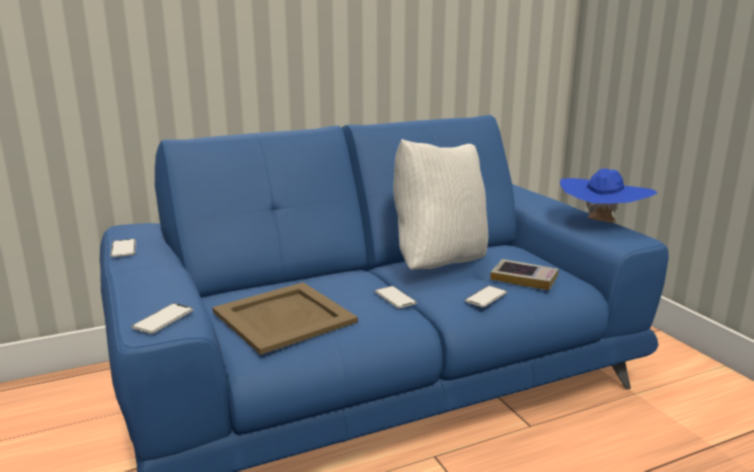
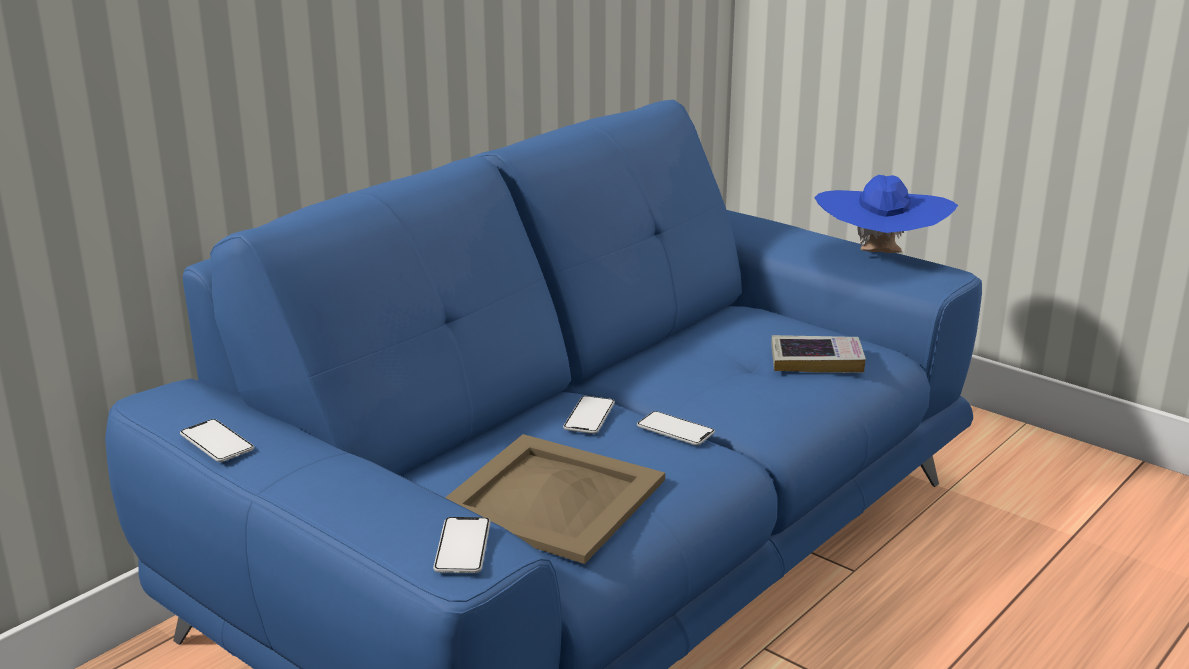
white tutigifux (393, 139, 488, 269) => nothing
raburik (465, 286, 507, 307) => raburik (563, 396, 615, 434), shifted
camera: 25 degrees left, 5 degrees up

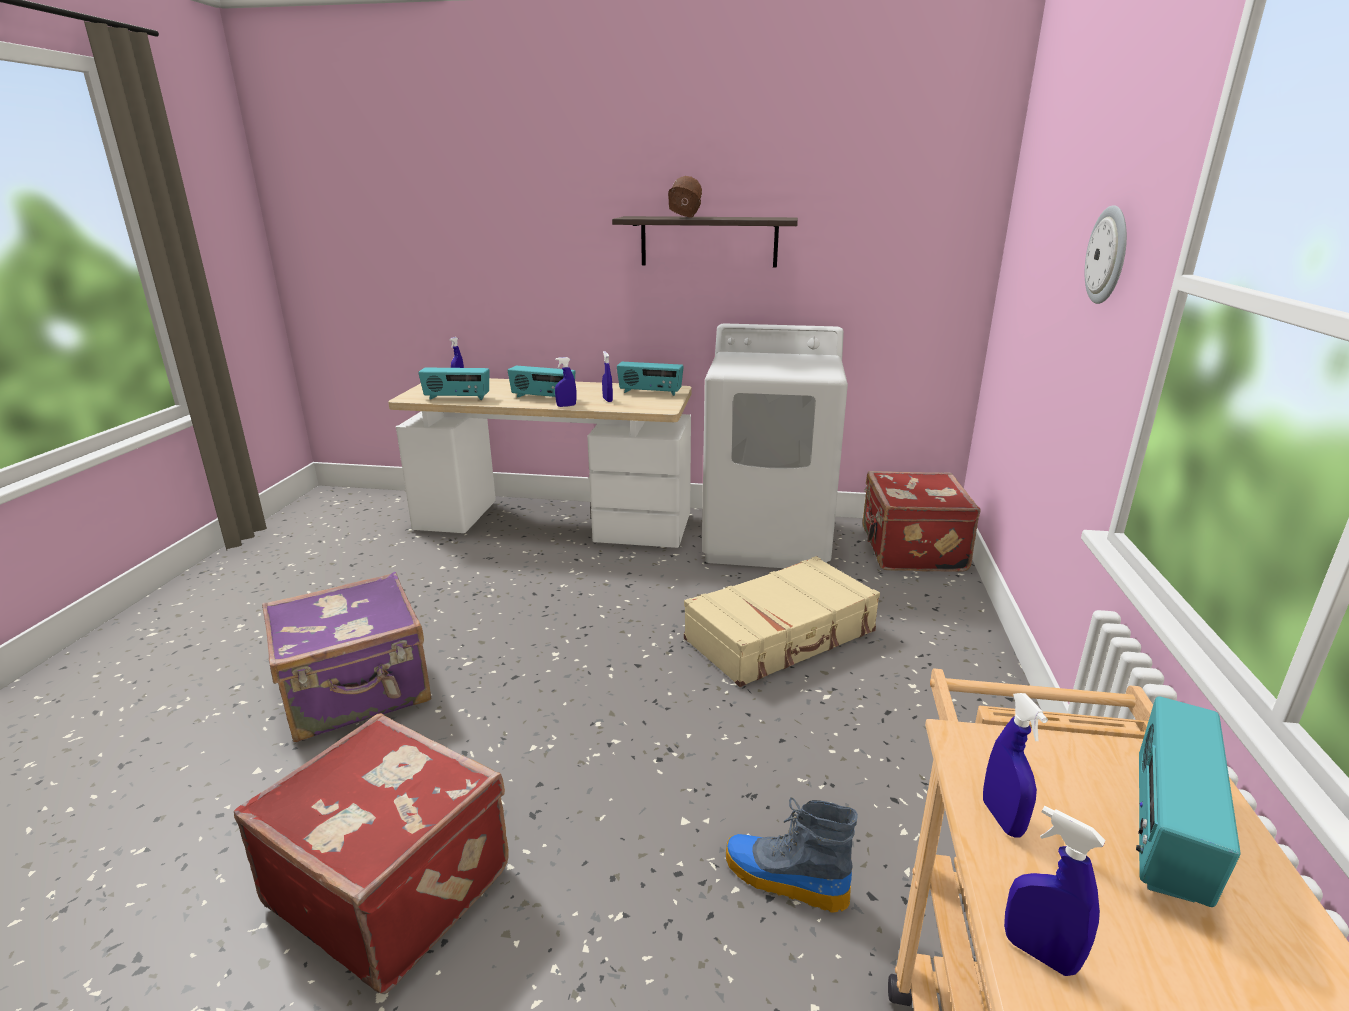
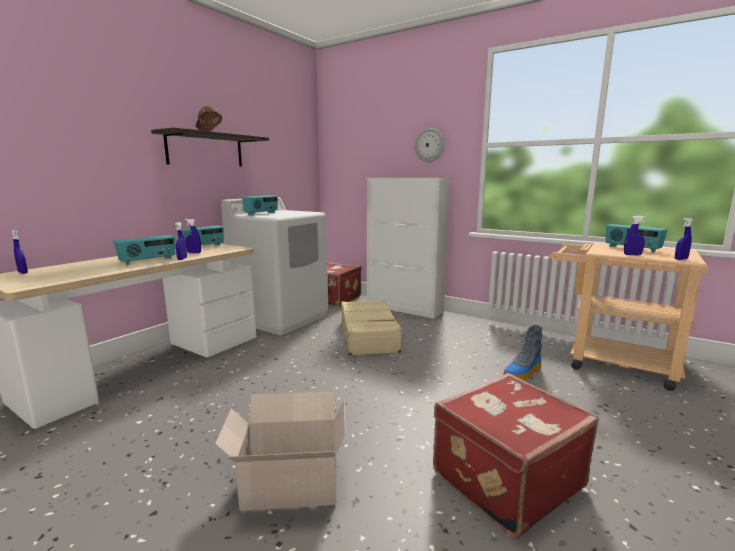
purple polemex (262, 572, 431, 742) => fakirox (215, 391, 346, 511)
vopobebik (418, 368, 489, 400) => vopobebik (242, 195, 278, 216), shifted
nothing => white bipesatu (367, 178, 450, 319)
camera: 65 degrees left, 10 degrees down

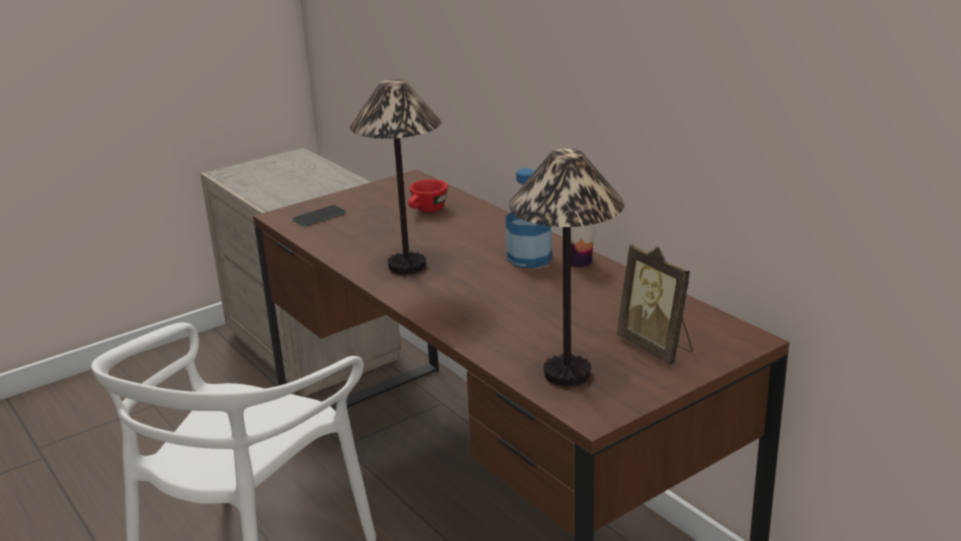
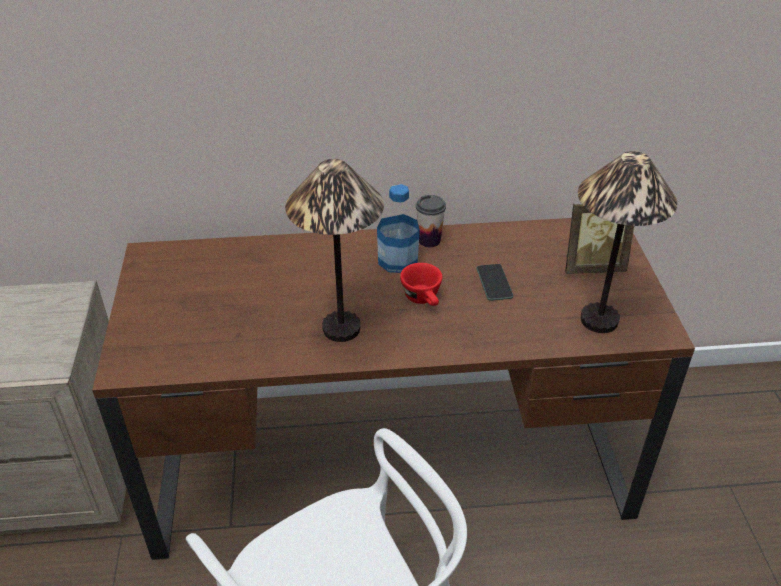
raburik (293, 205, 346, 226) => raburik (476, 264, 513, 301), shifted
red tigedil (408, 179, 448, 212) => red tigedil (400, 263, 443, 306), shifted
camera: 60 degrees left, 15 degrees up

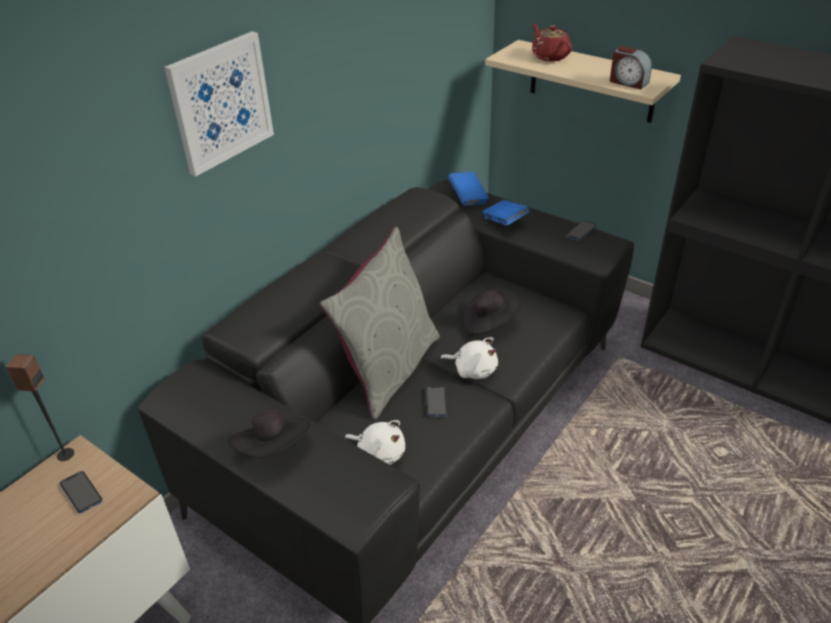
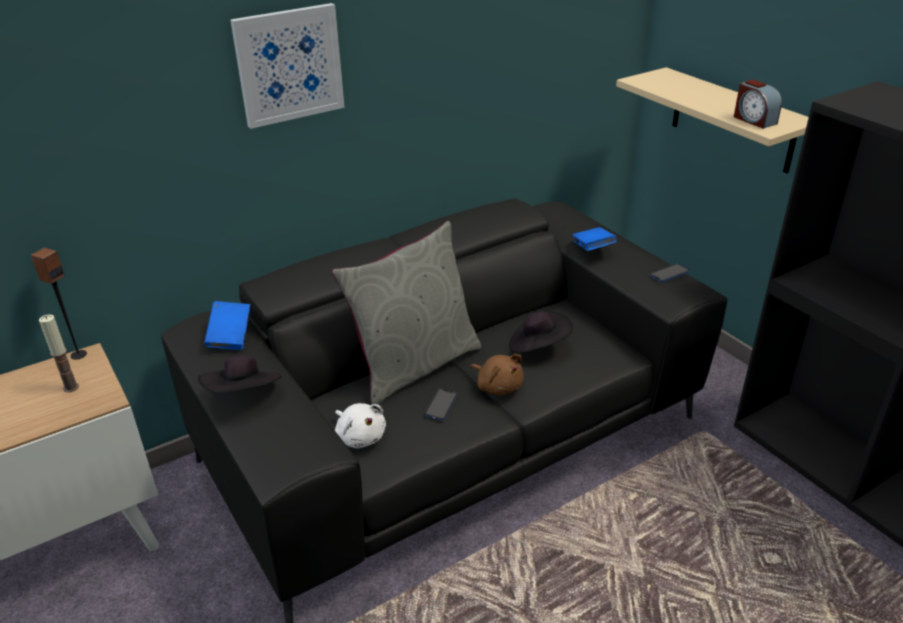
raburik (60, 471, 103, 513) => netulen (39, 314, 79, 392)
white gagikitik (440, 337, 498, 379) => brown gagikitik (470, 354, 524, 396)
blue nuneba (448, 172, 489, 205) => blue nuneba (204, 301, 250, 350), shifted
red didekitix (532, 23, 572, 61) => nothing
camera: 20 degrees right, 5 degrees down

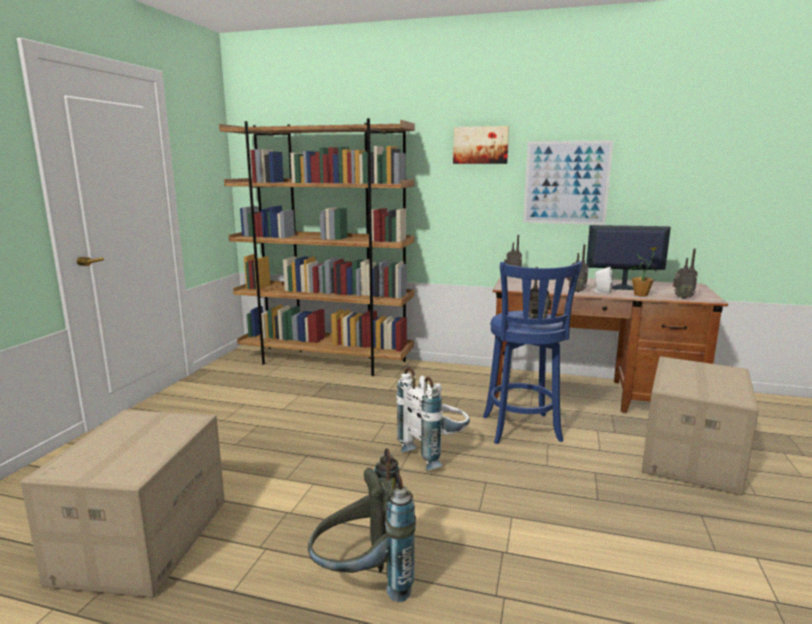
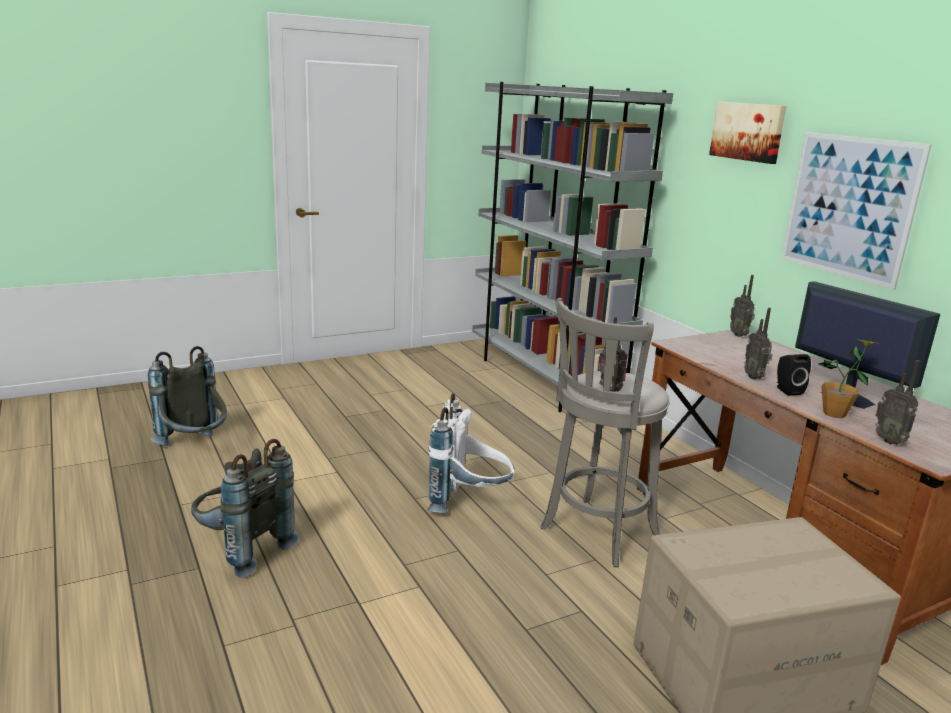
fakirox (20, 410, 225, 598) => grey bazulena (148, 346, 227, 446)
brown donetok (219, 118, 415, 376) => grey donetok (472, 82, 673, 412)
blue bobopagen (483, 261, 582, 444) => grey bobopagen (540, 298, 669, 567)
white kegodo (592, 267, 613, 294) => black kegodo (777, 354, 811, 396)
camera: 45 degrees right, 5 degrees up

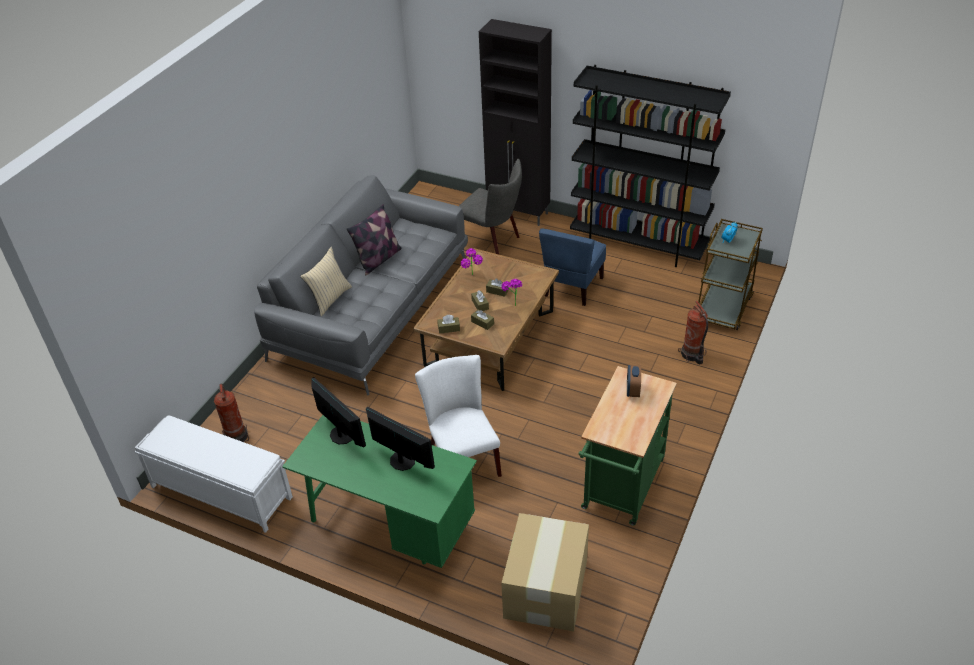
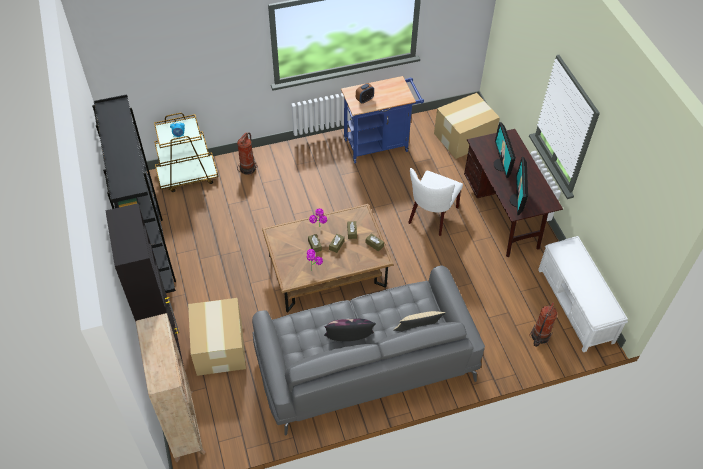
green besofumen (282, 415, 477, 568) => brown besofumen (464, 129, 563, 257)
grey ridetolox (459, 159, 522, 254) => fakirox (188, 298, 246, 376)
blue ridetolox (539, 228, 606, 306) => nothing
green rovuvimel (579, 366, 677, 526) => blue rovuvimel (341, 76, 424, 163)
nothing => beige donetok (136, 313, 206, 462)
camera: 135 degrees left, 10 degrees up

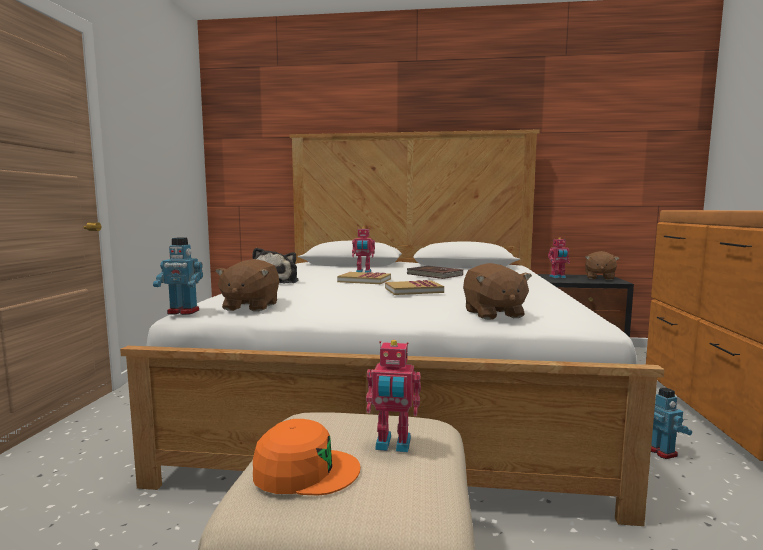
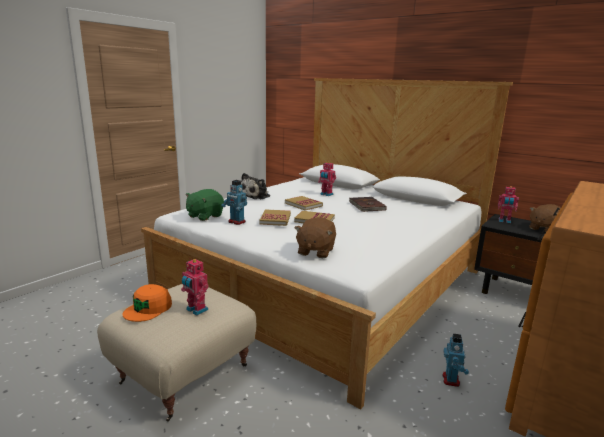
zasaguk (153, 237, 203, 315) => zasaguk (221, 180, 247, 225), shifted
brown gagikitik (215, 259, 279, 312) => green gagikitik (186, 189, 224, 221)
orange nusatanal (253, 419, 360, 495) => orange nusatanal (122, 284, 172, 322), 90 degrees clockwise
nothing => nuneba (260, 209, 291, 226)
camera: 30 degrees right, 10 degrees up

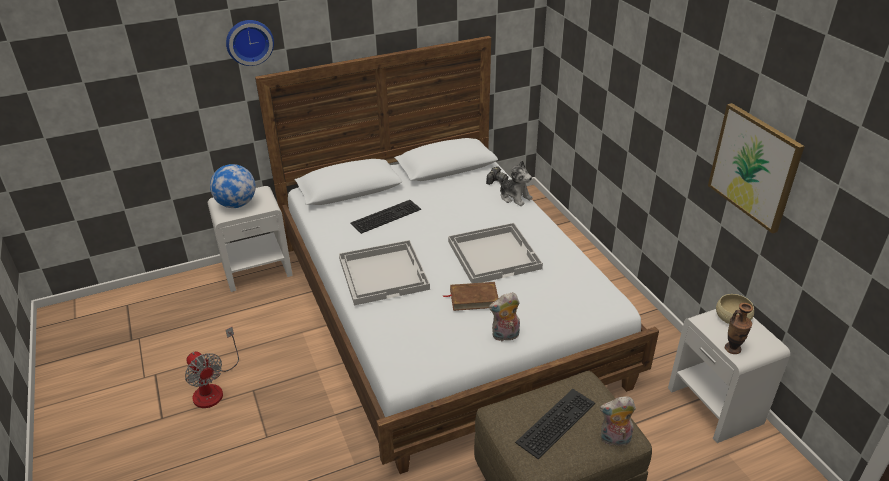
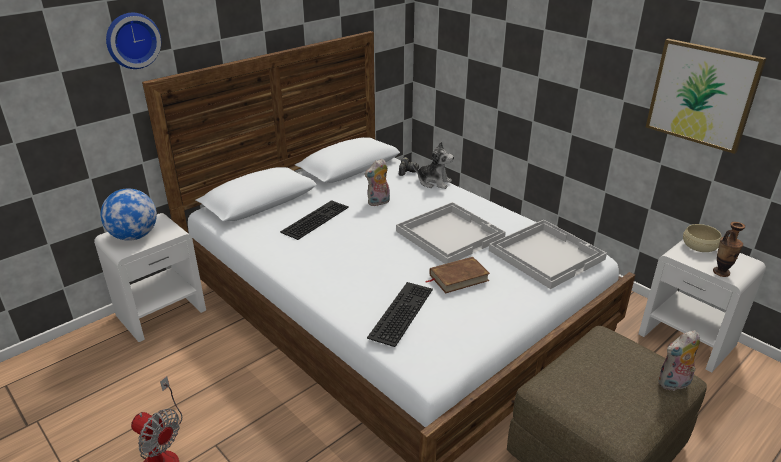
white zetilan (339, 240, 430, 305) => white zetilan (489, 220, 607, 289), shifted
gagikitik (489, 292, 520, 342) => gagikitik (364, 159, 390, 206), shifted
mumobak (515, 389, 595, 459) => mumobak (367, 282, 433, 347), shifted
camera: 20 degrees left, 5 degrees down

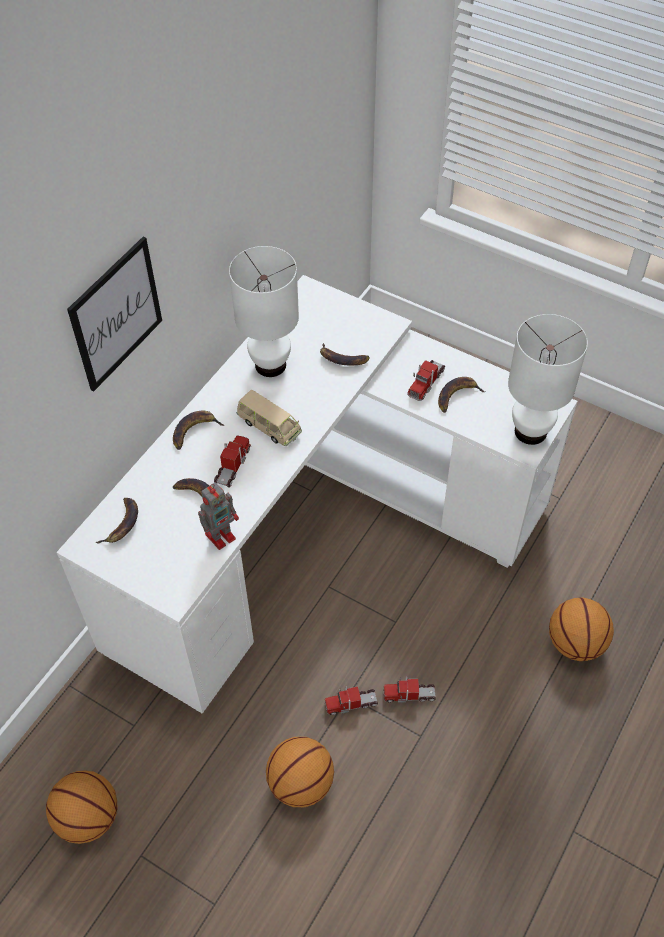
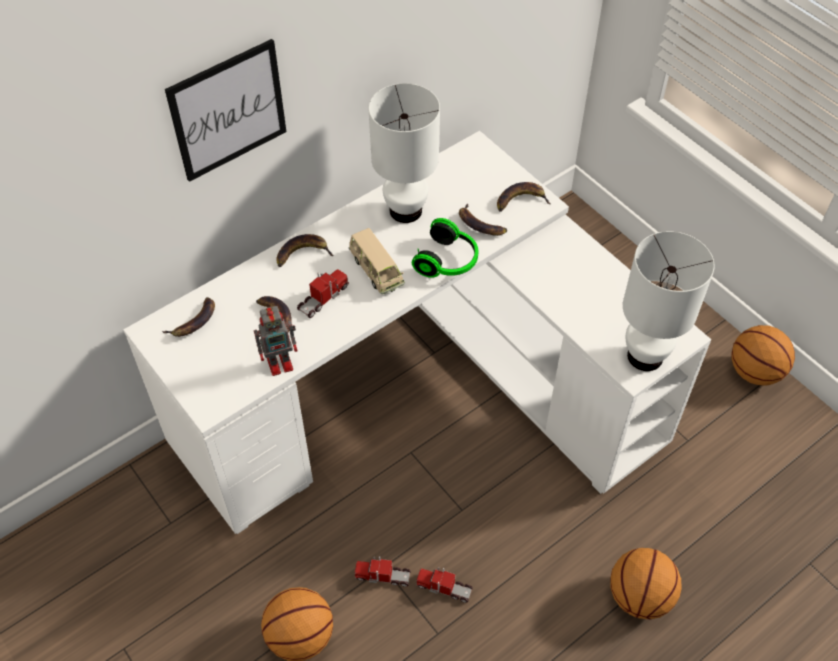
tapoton (46, 771, 118, 844) => tapoton (731, 325, 795, 386), shifted
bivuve (407, 360, 445, 401) => nothing
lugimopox (438, 377, 485, 413) => lugimopox (497, 182, 551, 212), shifted
nothing => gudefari (412, 218, 478, 278)
camera: 20 degrees right, 0 degrees up

